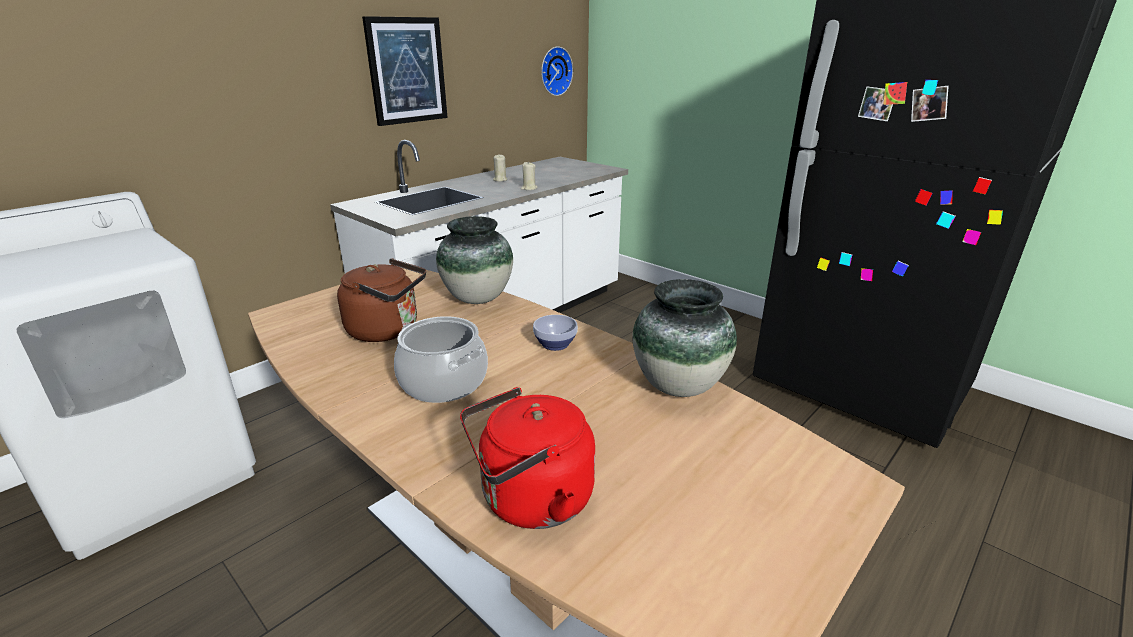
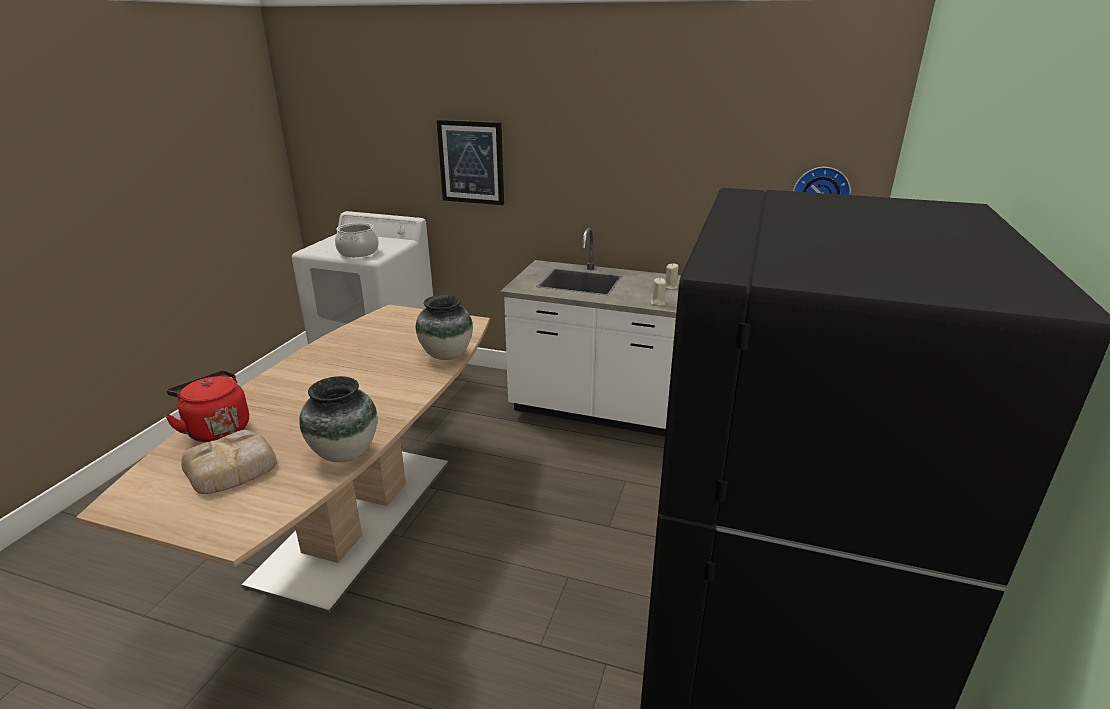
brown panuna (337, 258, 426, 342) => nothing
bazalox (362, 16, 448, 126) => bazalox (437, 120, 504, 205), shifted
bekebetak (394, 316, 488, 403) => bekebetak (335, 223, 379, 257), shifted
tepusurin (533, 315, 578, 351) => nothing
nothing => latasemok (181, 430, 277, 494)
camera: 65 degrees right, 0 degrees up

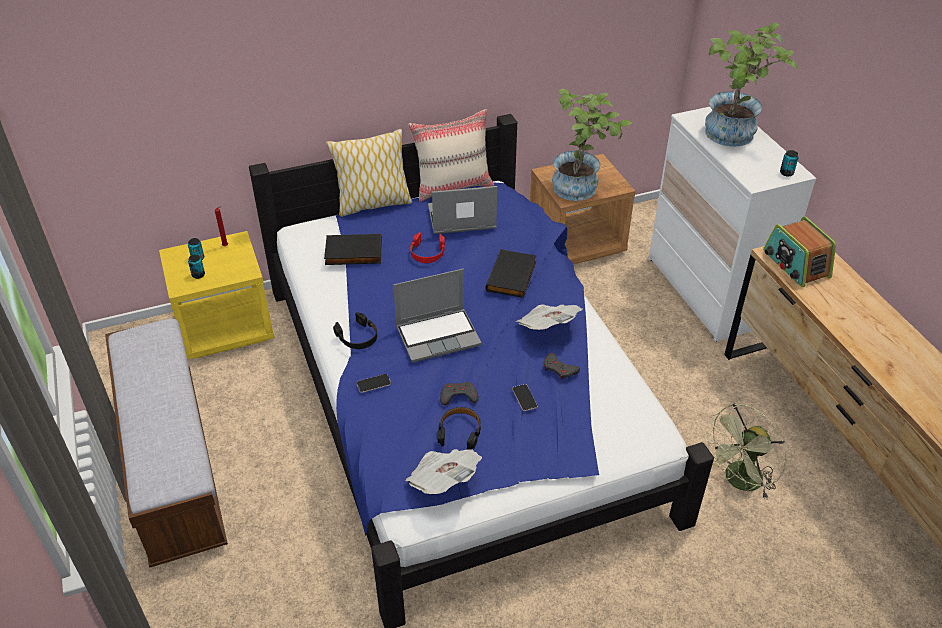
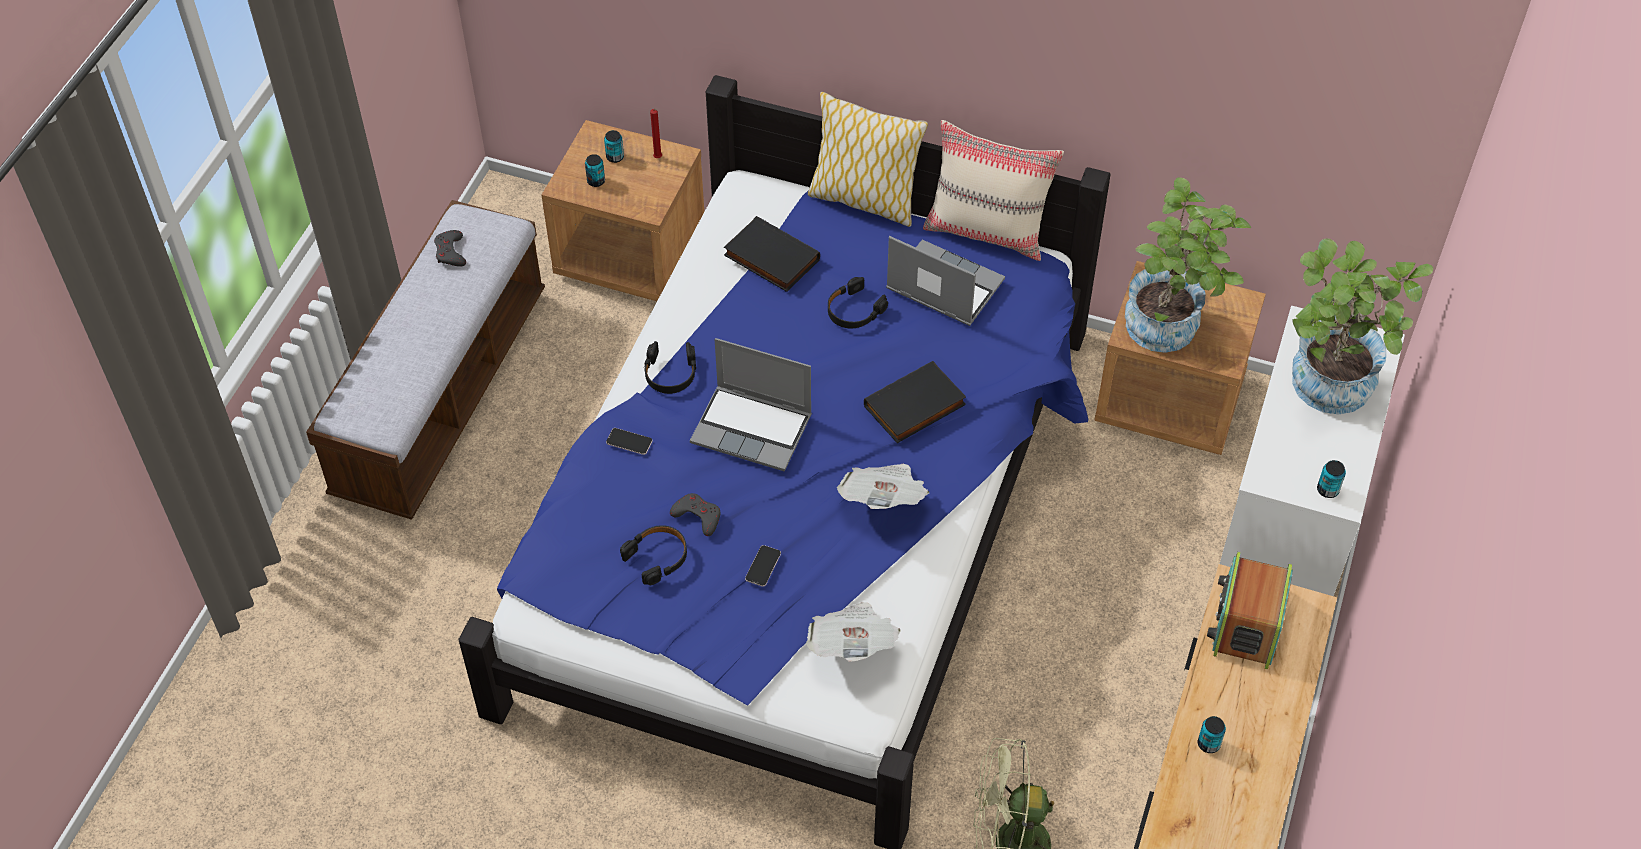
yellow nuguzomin (159, 231, 275, 360) => brown nuguzomin (542, 120, 704, 301)
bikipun (405, 449, 482, 494) => bikipun (806, 602, 901, 662), shifted
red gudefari (410, 232, 445, 263) => black gudefari (828, 277, 888, 328)
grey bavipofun (544, 353, 580, 380) => grey bavipofun (434, 230, 466, 267), shifted
nothing => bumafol (1198, 716, 1226, 753)
camera: 40 degrees right, 10 degrees up

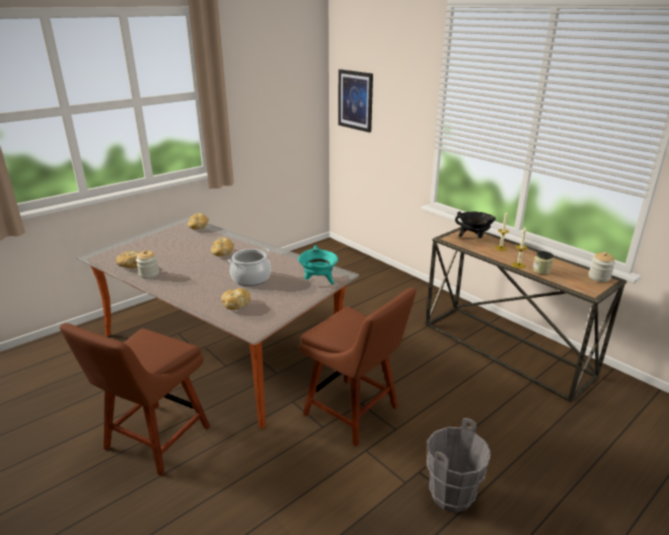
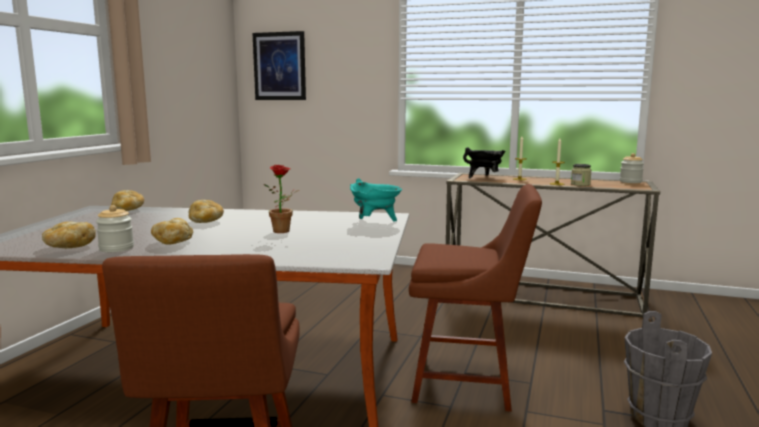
latasemok (221, 288, 251, 310) => latasemok (151, 218, 193, 245), shifted
bekebetak (228, 248, 271, 286) => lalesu (264, 165, 299, 233)
camera: 30 degrees left, 15 degrees down

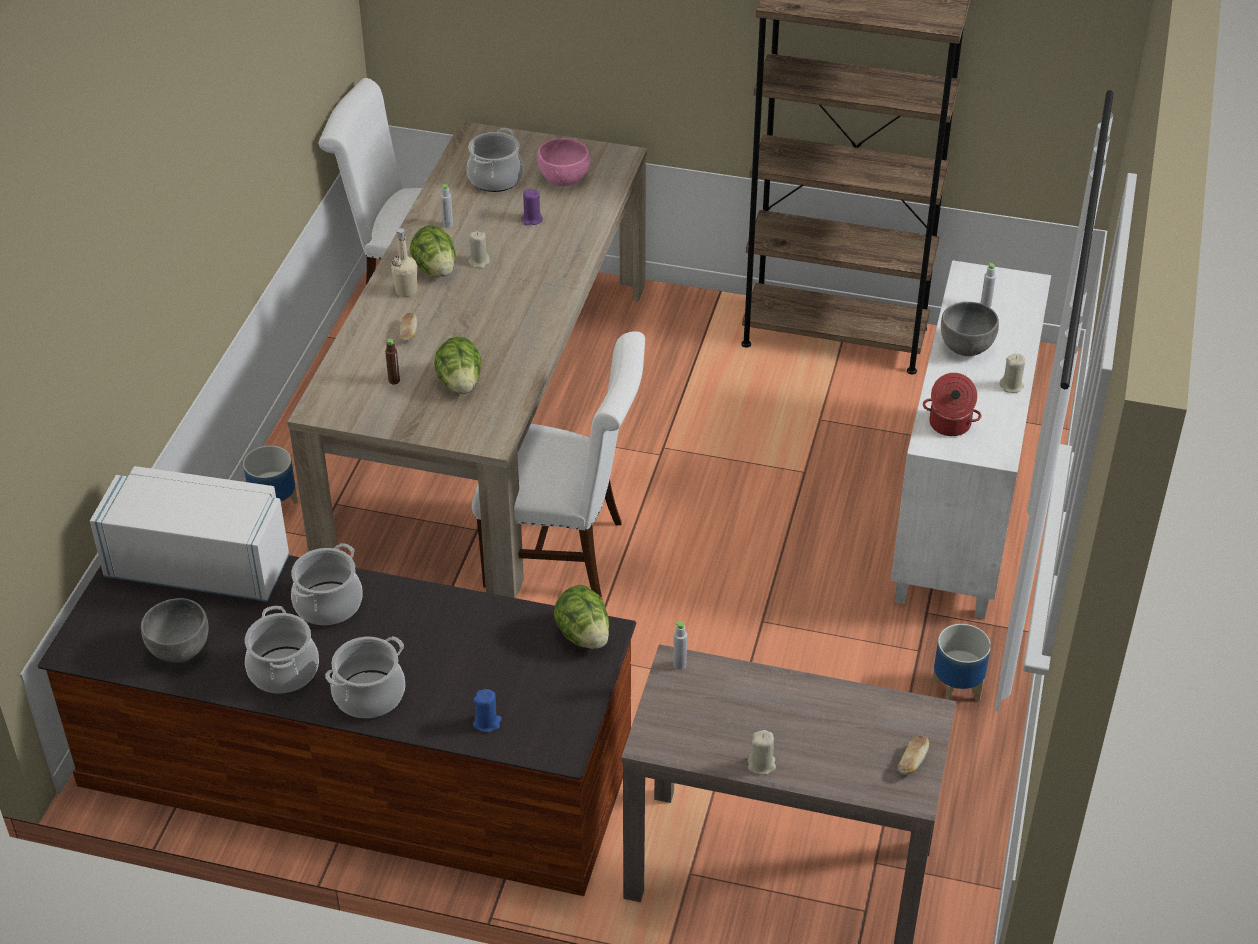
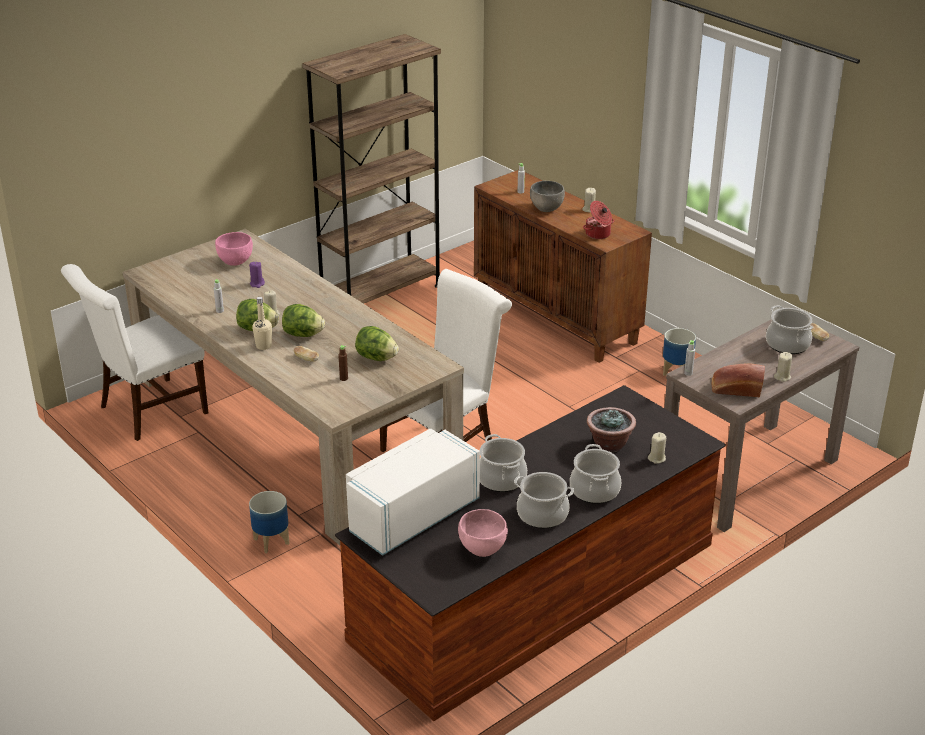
grey tepusurin (141, 598, 209, 663) => pink tepusurin (458, 509, 508, 557)
bekebetak (467, 128, 524, 192) => bekebetak (766, 305, 813, 354), shifted
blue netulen (473, 689, 502, 732) => beige netulen (648, 432, 666, 464)
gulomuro (554, 585, 609, 649) => gulomuro (282, 304, 325, 337), shifted
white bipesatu (891, 260, 1051, 619) => brown bipesatu (474, 170, 652, 363)
nothing => lalesu (587, 407, 636, 453)
nothing => latasemok (712, 363, 765, 397)
camera: 55 degrees left, 10 degrees down

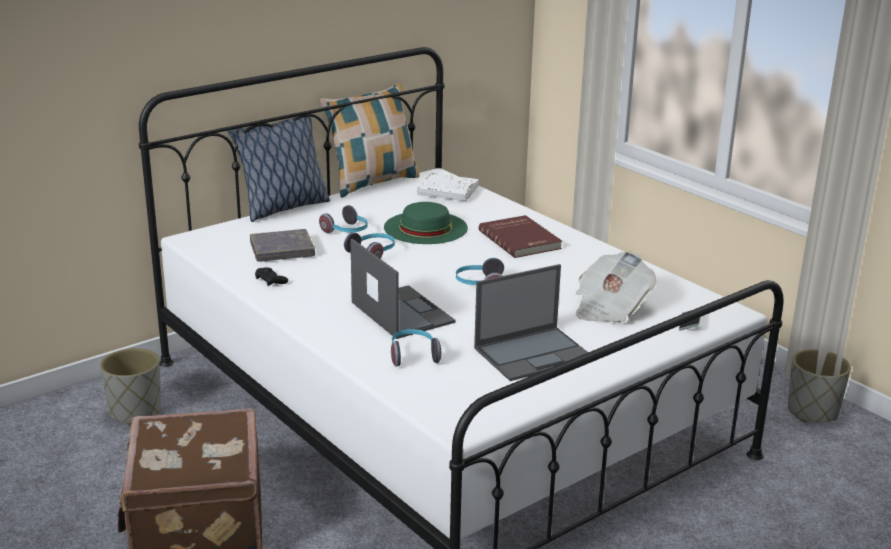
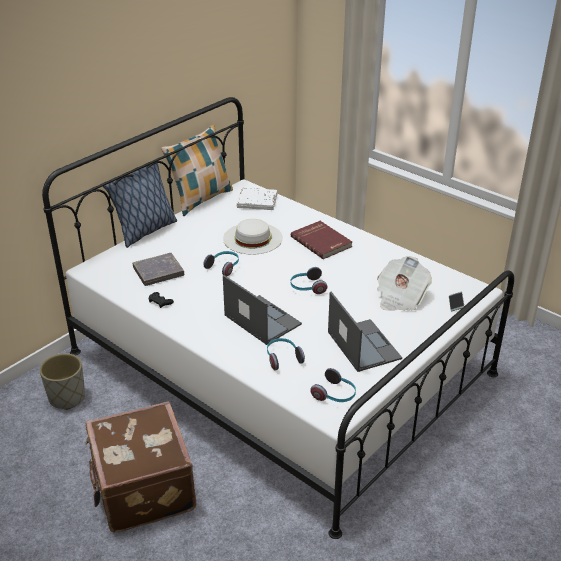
gudefari (319, 205, 367, 233) => gudefari (310, 368, 356, 402), shifted
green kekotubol (384, 202, 468, 244) => white kekotubol (223, 219, 283, 255)
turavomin (474, 264, 588, 381) => turavomin (328, 292, 402, 372), 75 degrees counterclockwise
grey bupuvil (788, 349, 851, 423) => nothing
camera: 10 degrees left, 10 degrees up

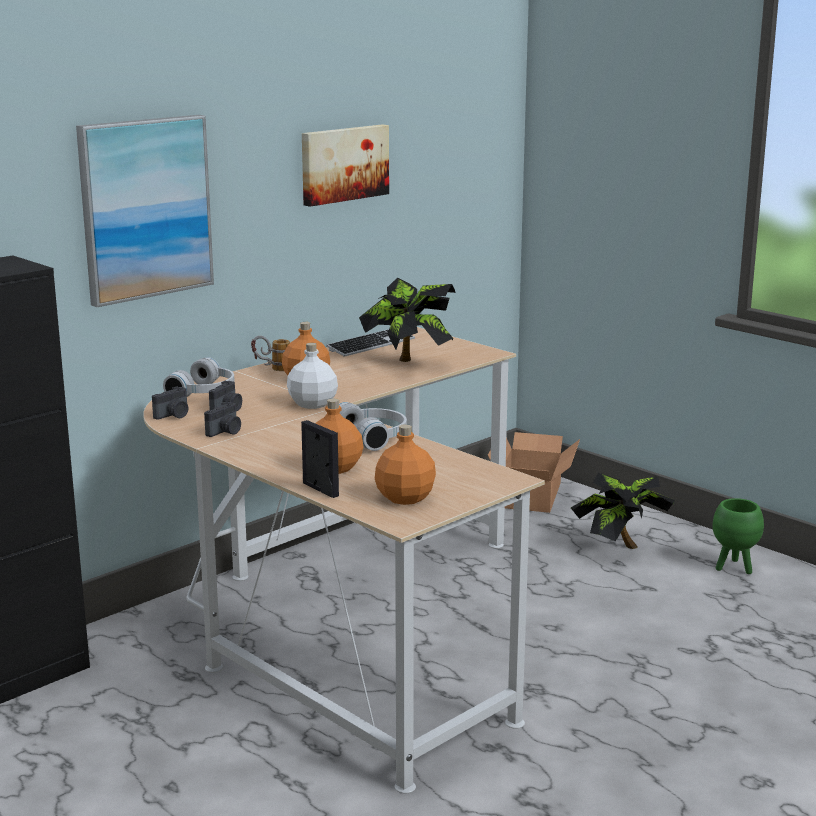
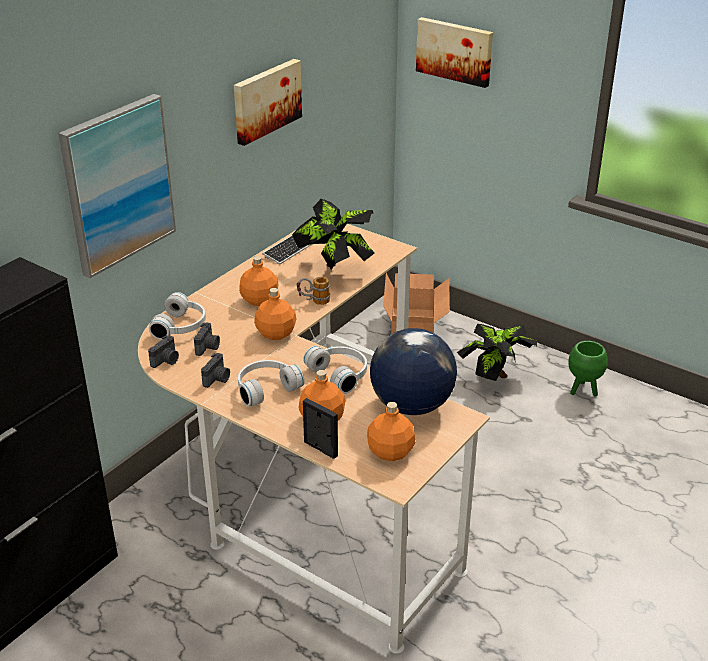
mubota (251, 336, 290, 371) => mubota (297, 277, 330, 305), shifted
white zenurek (287, 343, 338, 409) => orange zenurek (254, 288, 296, 340)
nothing => white gudefari (238, 360, 304, 407)
nothing => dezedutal (370, 328, 457, 415)
nothing => bazalox (416, 17, 493, 88)
camera: 10 degrees left, 15 degrees up

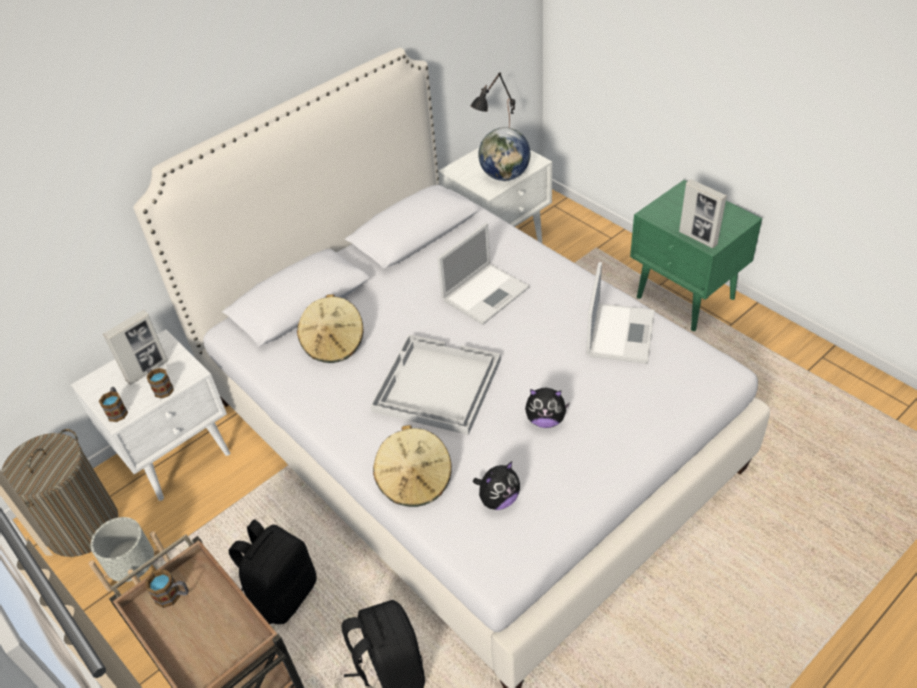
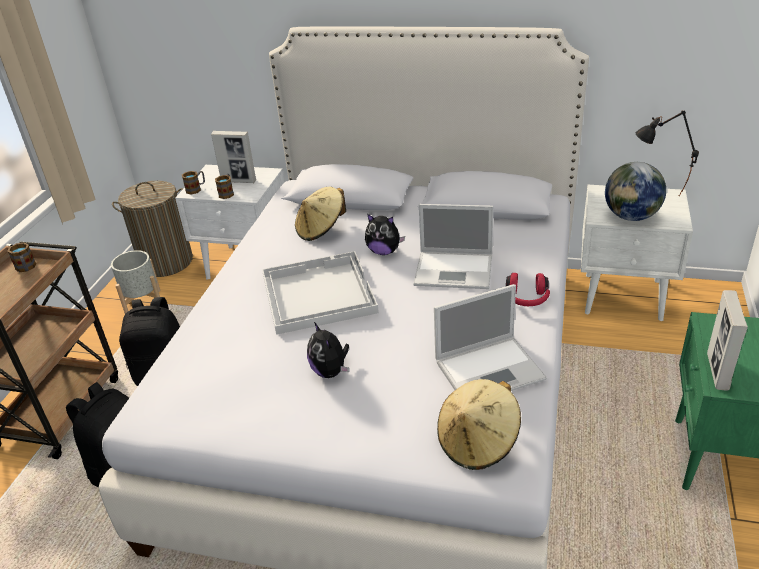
beige kekotubol (373, 425, 452, 507) => beige kekotubol (437, 379, 521, 470), shifted
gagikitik (473, 461, 520, 510) => gagikitik (365, 214, 405, 255), shifted
nothing => red gudefari (506, 273, 550, 306)
camera: 55 degrees right, 10 degrees down

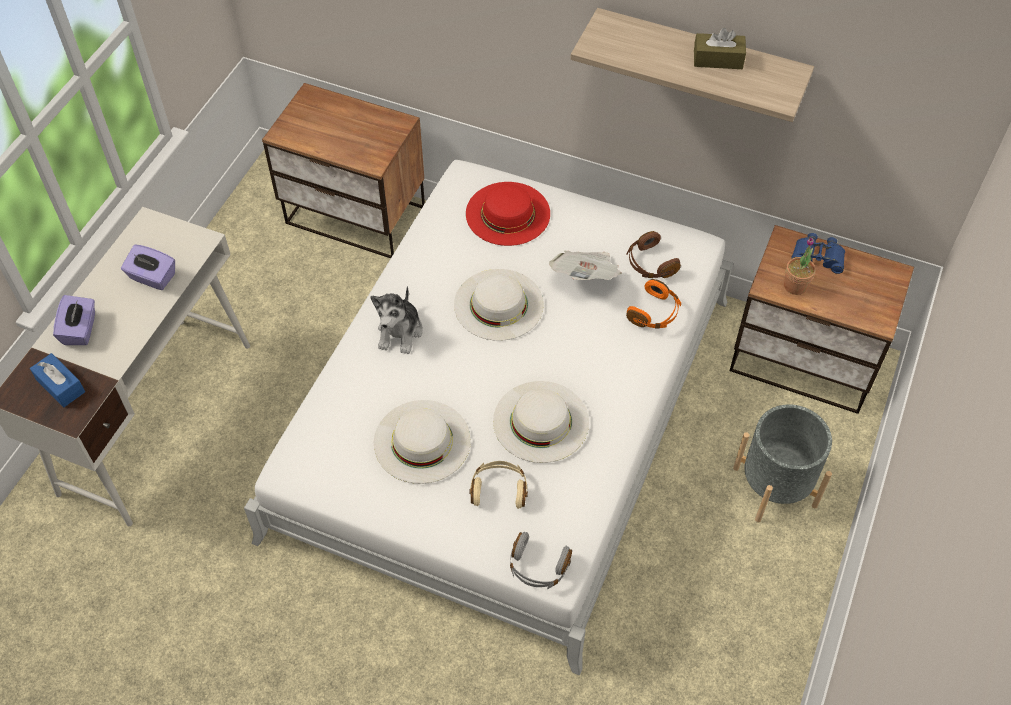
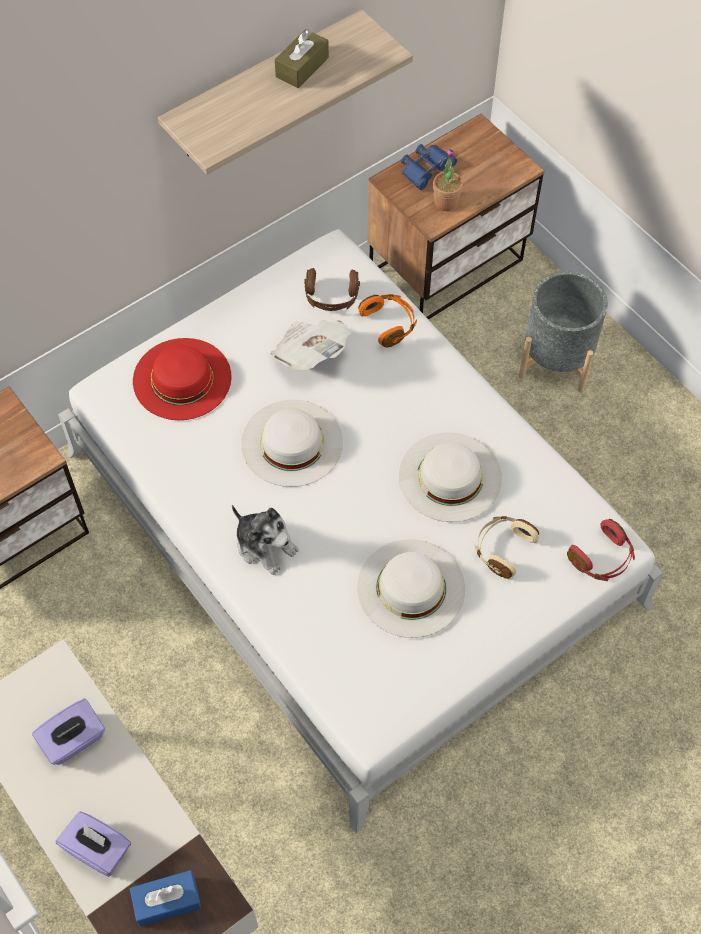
grey gudefari (510, 532, 572, 589) => red gudefari (567, 519, 635, 581)
camera: 60 degrees left, 5 degrees up

